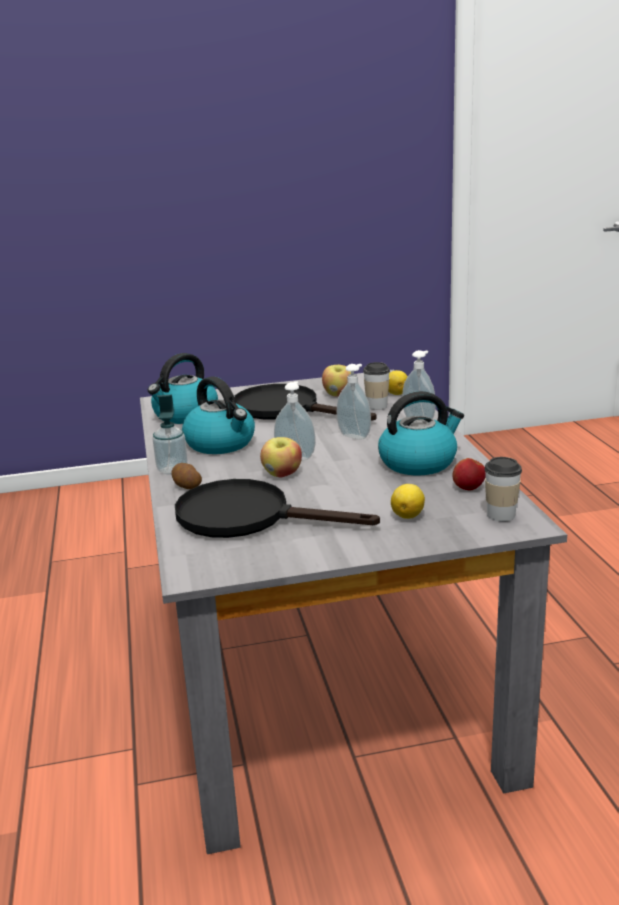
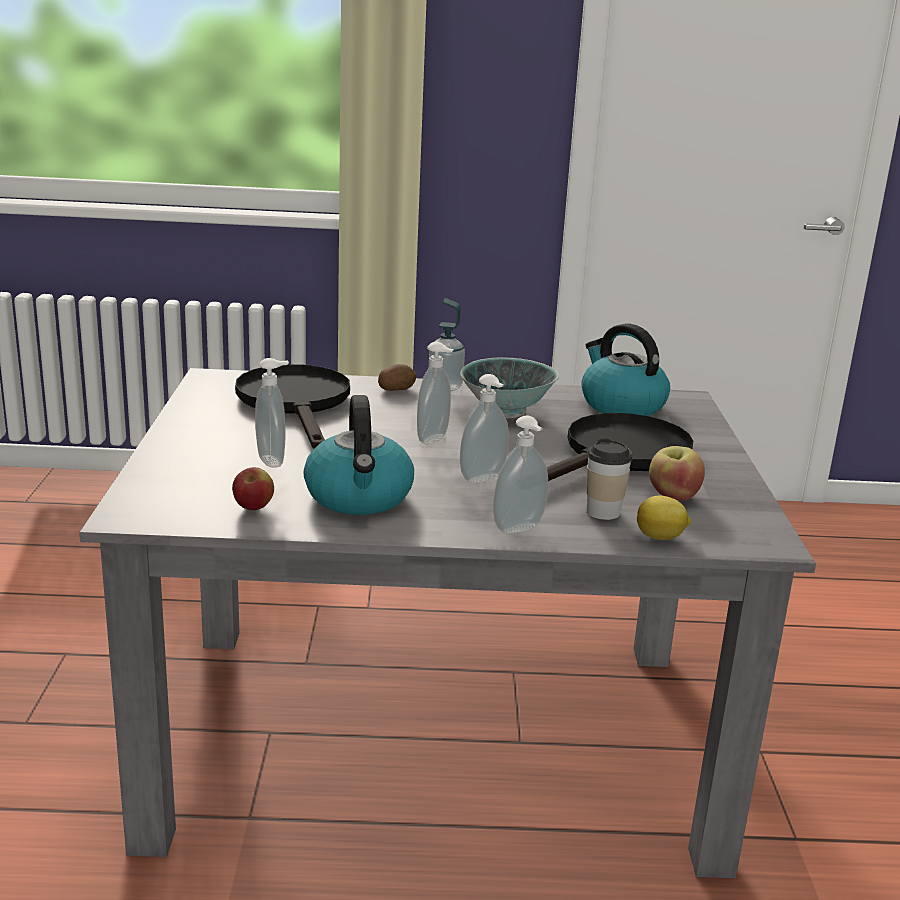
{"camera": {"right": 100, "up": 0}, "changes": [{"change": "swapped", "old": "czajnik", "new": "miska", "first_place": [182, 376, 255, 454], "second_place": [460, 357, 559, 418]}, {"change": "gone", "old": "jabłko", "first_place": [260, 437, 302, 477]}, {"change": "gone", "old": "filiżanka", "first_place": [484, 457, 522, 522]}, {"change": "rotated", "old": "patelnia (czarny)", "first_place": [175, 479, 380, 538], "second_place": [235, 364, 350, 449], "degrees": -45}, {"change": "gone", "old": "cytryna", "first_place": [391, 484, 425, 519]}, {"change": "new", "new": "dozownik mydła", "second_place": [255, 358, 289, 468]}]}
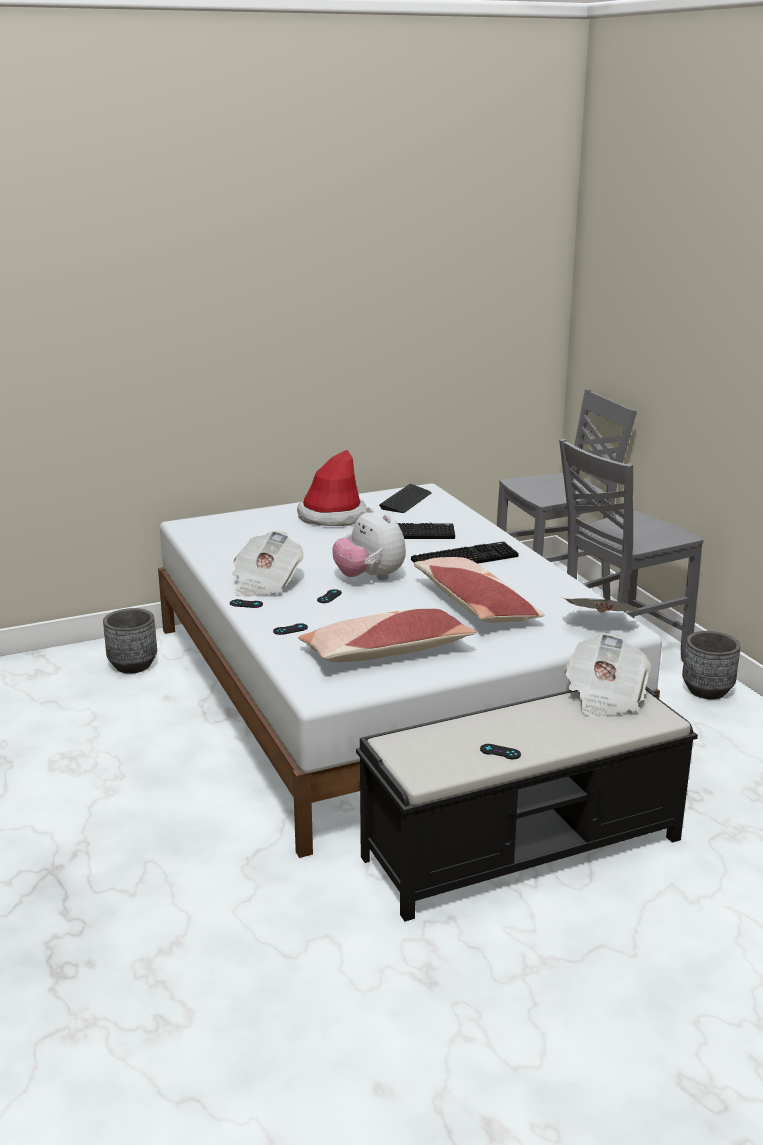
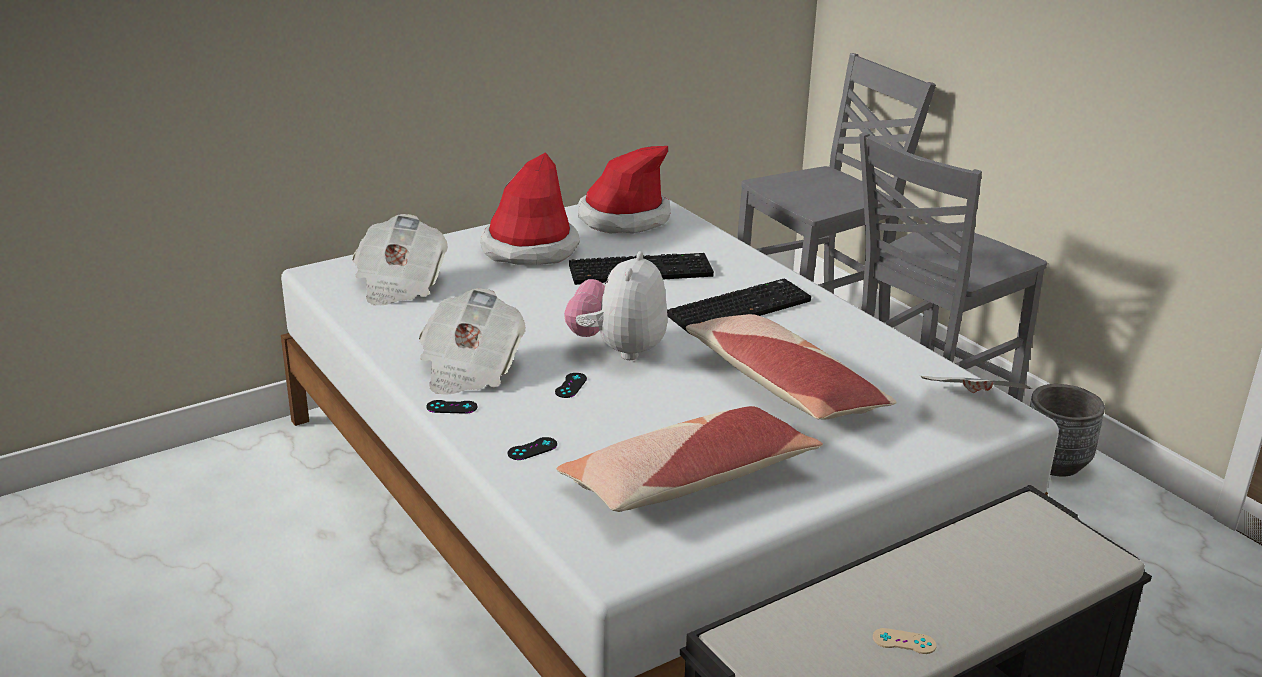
{"camera": {"right": -10, "up": 5}, "changes": [{"change": "swapped", "old": "klawiatura", "new": "kapelusz", "first_place": [379, 484, 431, 513], "second_place": [578, 146, 671, 233]}, {"change": "rotated", "old": "pluszak", "first_place": [332, 507, 406, 580], "second_place": [564, 251, 668, 360], "degrees": 60}, {"change": "gone", "old": "donica (szary)", "first_place": [103, 608, 157, 674]}, {"change": "shifted", "old": "gazeta", "first_place": [565, 633, 651, 717], "second_place": [353, 214, 448, 305]}, {"change": "repainted", "old": "pad do gier (czarny)", "new": "pad do gier (beżowy)", "first_place": [480, 744, 521, 759], "second_place": [873, 628, 937, 654]}]}
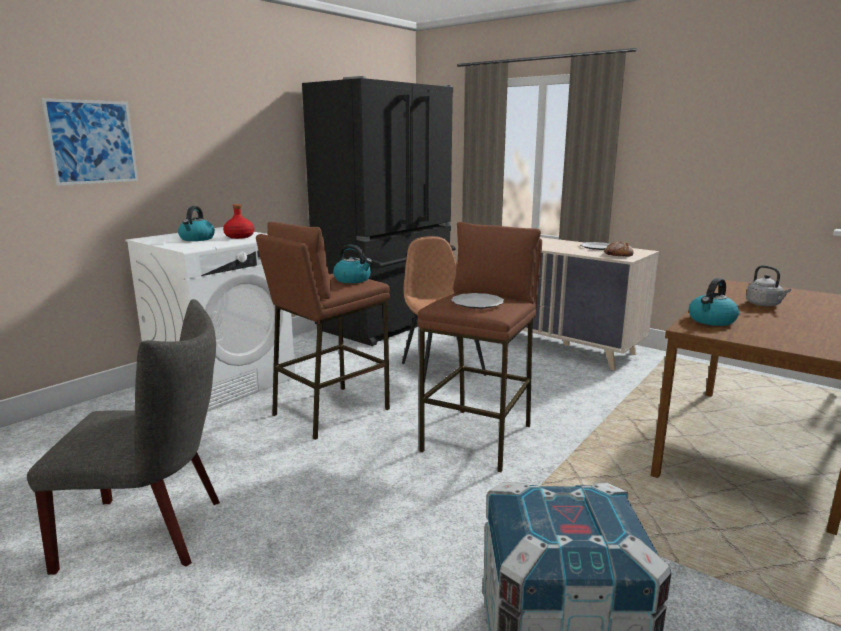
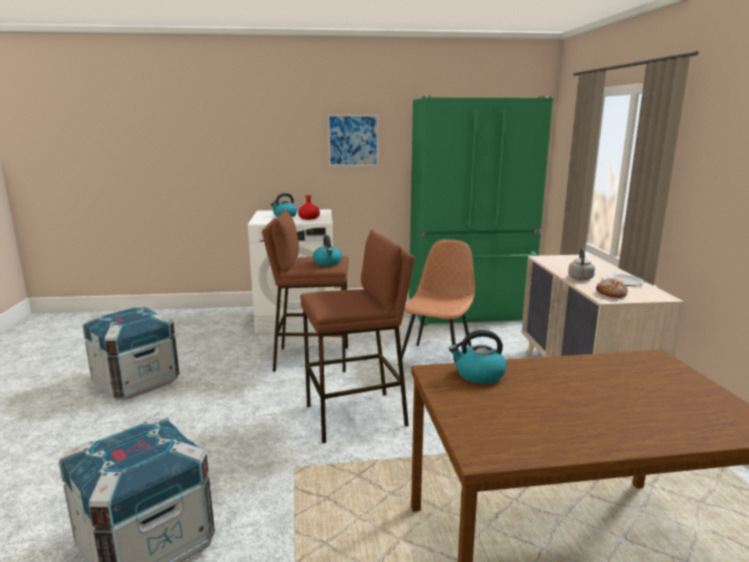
{"camera": {"right": 45, "up": 0}, "changes": [{"change": "repainted", "old": "lodówka (czarny)", "new": "lodówka (zielony)", "first_place": [302, 76, 456, 346], "second_place": [409, 96, 553, 326]}, {"change": "shifted", "old": "obraz", "first_place": [41, 98, 138, 186], "second_place": [328, 115, 378, 166]}, {"change": "shifted", "old": "czajnik (szary)", "first_place": [746, 265, 791, 306], "second_place": [568, 248, 595, 280]}, {"change": "gone", "old": "talerz", "first_place": [451, 293, 504, 309]}, {"change": "swapped", "old": "krzesło (szary)", "new": "skrzynka", "first_place": [27, 299, 220, 575], "second_place": [82, 307, 180, 400]}]}
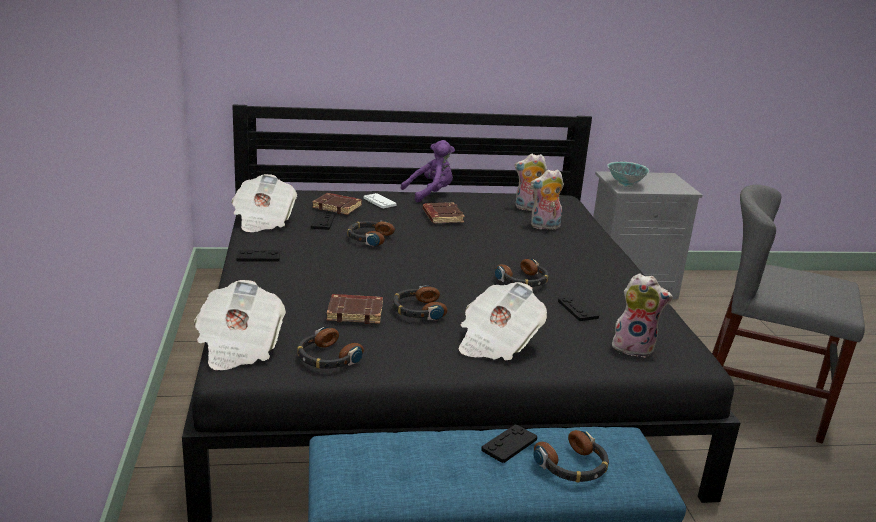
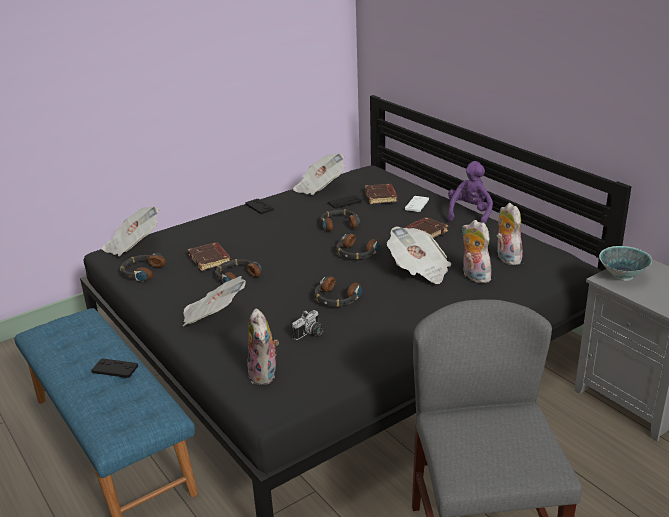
{"camera": {"right": 65, "up": 5}, "changes": [{"change": "rotated", "old": "pluszak (fioletowy)", "first_place": [401, 140, 455, 202], "second_place": [448, 161, 493, 224], "degrees": -105}, {"change": "swapped", "old": "pad do gier (czarny)", "new": "aparat fotograficzny", "first_place": [558, 296, 599, 321], "second_place": [292, 310, 324, 340]}, {"change": "shifted", "old": "słuchawki", "first_place": [533, 430, 609, 482], "second_place": [336, 234, 380, 259]}, {"change": "new", "new": "gazeta", "second_place": [387, 226, 451, 284]}]}
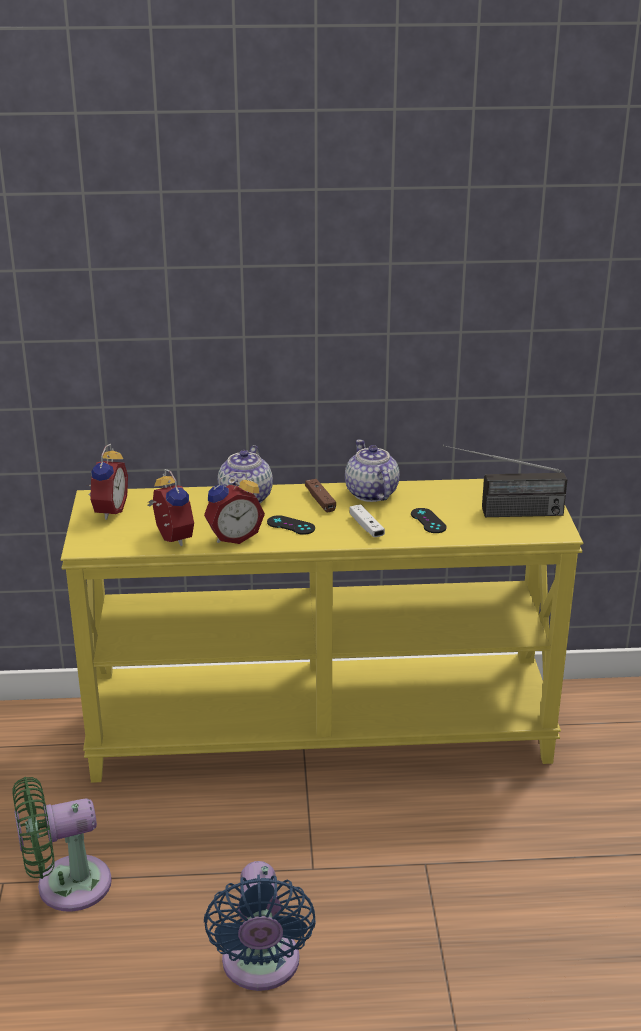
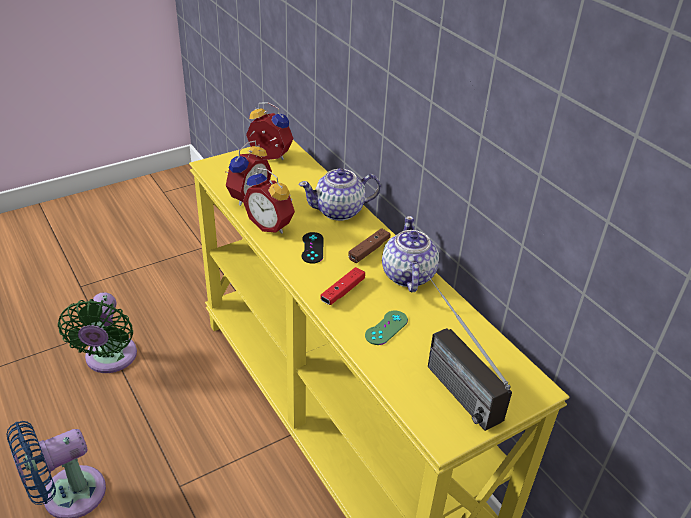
{"camera": {"right": 60, "up": 10}, "changes": [{"change": "rotated", "old": "imbryk", "first_place": [345, 440, 400, 502], "second_place": [382, 216, 439, 292], "degrees": -45}, {"change": "rotated", "old": "budzik", "first_place": [88, 444, 128, 520], "second_place": [246, 102, 294, 160], "degrees": -135}, {"change": "repainted", "old": "pad do gier (biały)", "new": "pad do gier (czerwony)", "first_place": [349, 504, 385, 537], "second_place": [320, 267, 365, 305]}, {"change": "repainted", "old": "pad do gier (czarny)", "new": "pad do gier (zielony)", "first_place": [411, 508, 447, 533], "second_place": [365, 310, 408, 345]}, {"change": "rotated", "old": "wentylator (zielony)", "first_place": [12, 777, 112, 912], "second_place": [58, 292, 137, 373], "degrees": -135}]}
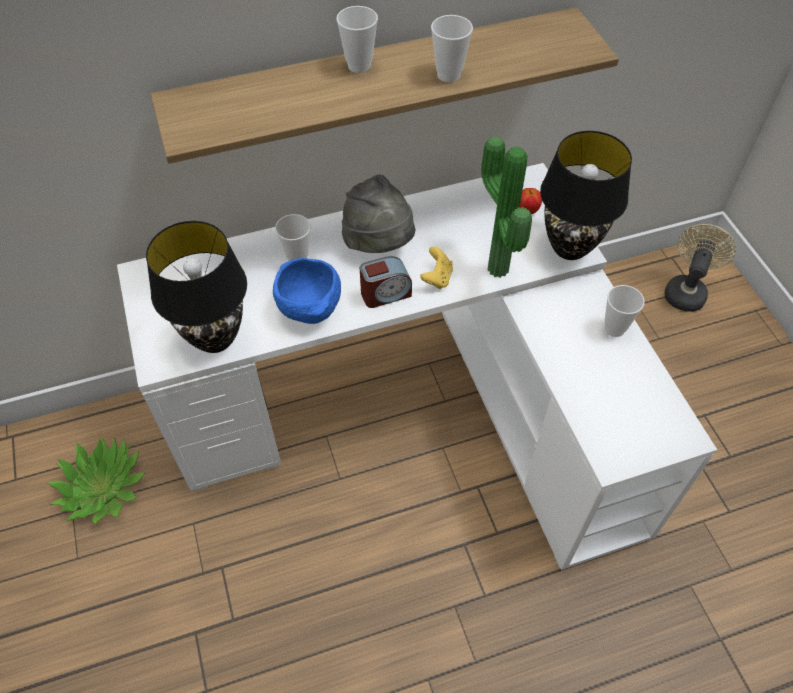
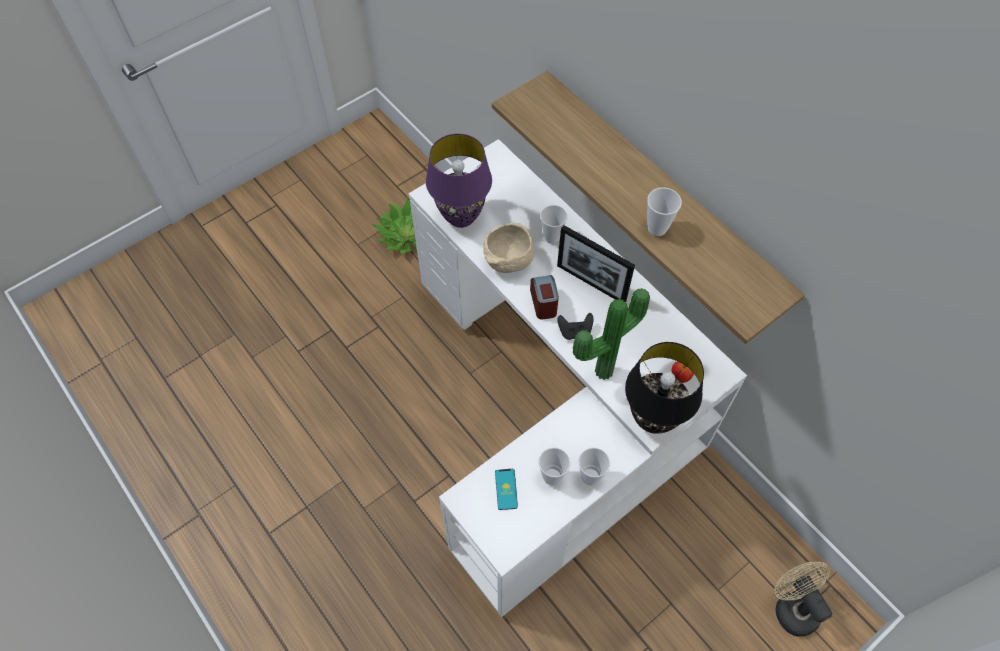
{"camera": {"right": 70, "up": 5}, "changes": [{"change": "shifted", "old": "filiżanka", "first_place": [336, 6, 378, 73], "second_place": [539, 447, 570, 486]}, {"change": "swapped", "old": "kapelusz (szary)", "new": "ramka na zdjęcie", "first_place": [342, 174, 416, 253], "second_place": [557, 225, 635, 302]}, {"change": "repainted", "old": "lampa stołowa (czarny)", "new": "lampa stołowa (fioletowy)", "first_place": [146, 221, 247, 353], "second_place": [426, 133, 492, 228]}, {"change": "rotated", "old": "wentylator (beżowy)", "first_place": [664, 224, 736, 312], "second_place": [774, 562, 833, 637], "degrees": -120}, {"change": "repainted", "old": "pad do gier (żółty)", "new": "pad do gier (czarny)", "first_place": [420, 247, 453, 289], "second_place": [557, 313, 594, 340]}, {"change": "rotated", "old": "budzik", "first_place": [360, 256, 412, 308], "second_place": [530, 275, 559, 320], "degrees": -150}, {"change": "repainted", "old": "miska (niebieski)", "new": "miska (beżowy)", "first_place": [273, 258, 341, 324], "second_place": [483, 223, 534, 273]}, {"change": "new", "new": "telefon", "second_place": [495, 469, 518, 510]}]}
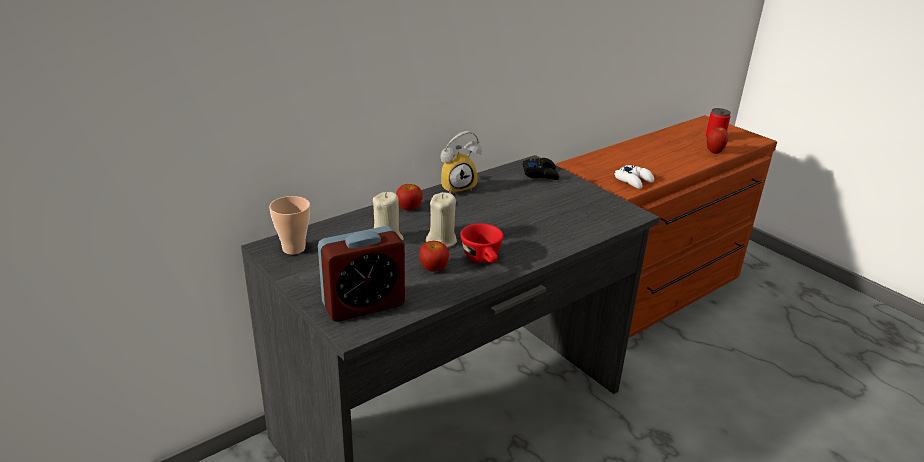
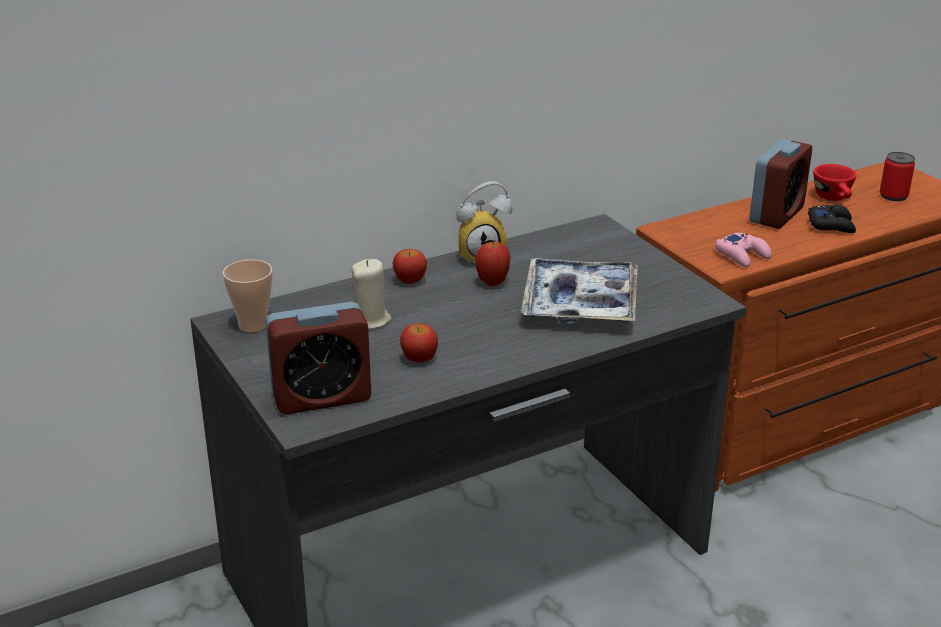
{"camera": {"right": 10, "up": 0}, "changes": [{"change": "shifted", "old": "jabłko", "first_place": [707, 126, 728, 154], "second_place": [475, 240, 511, 286]}, {"change": "shifted", "old": "pad do gier (czarny)", "first_place": [523, 158, 559, 180], "second_place": [808, 205, 856, 233]}, {"change": "repainted", "old": "pad do gier (biały)", "new": "pad do gier (różowy)", "first_place": [614, 165, 654, 189], "second_place": [715, 233, 772, 267]}, {"change": "gone", "old": "świeca (beżowy)", "first_place": [426, 192, 457, 248]}, {"change": "shifted", "old": "filiżanka (czerwony)", "first_place": [460, 223, 503, 263], "second_place": [813, 164, 857, 201]}, {"change": "new", "new": "budzik", "second_place": [749, 139, 812, 229]}, {"change": "new", "new": "taca", "second_place": [521, 258, 638, 324]}]}
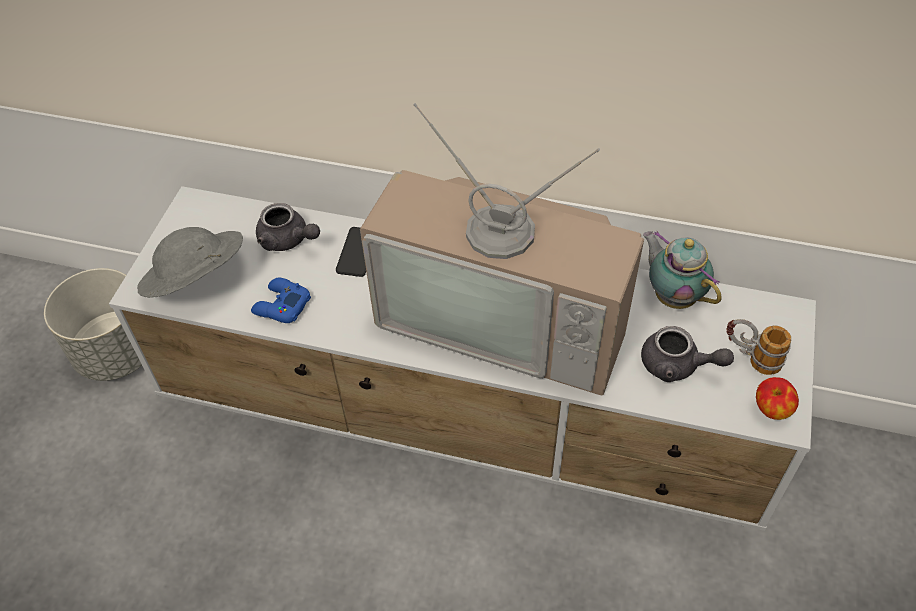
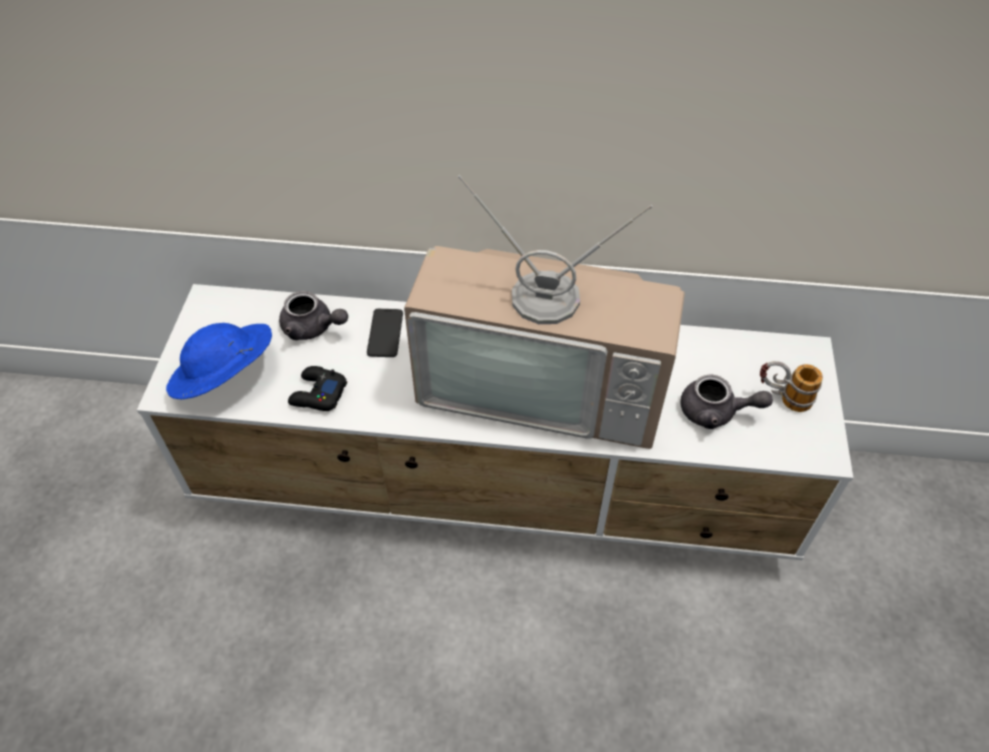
{"camera": {"right": -10, "up": 0}, "changes": [{"change": "repainted", "old": "kapelusz (szary)", "new": "kapelusz (niebieski)", "first_place": [137, 227, 243, 298], "second_place": [166, 323, 272, 400]}, {"change": "gone", "old": "imbryk", "first_place": [643, 231, 722, 309]}, {"change": "gone", "old": "donica (szary)", "first_place": [44, 268, 142, 381]}, {"change": "repainted", "old": "pad do gier (niebieski)", "new": "pad do gier (czarny)", "first_place": [251, 278, 311, 323], "second_place": [288, 366, 347, 411]}, {"change": "gone", "old": "jabłko", "first_place": [756, 377, 799, 420]}]}
